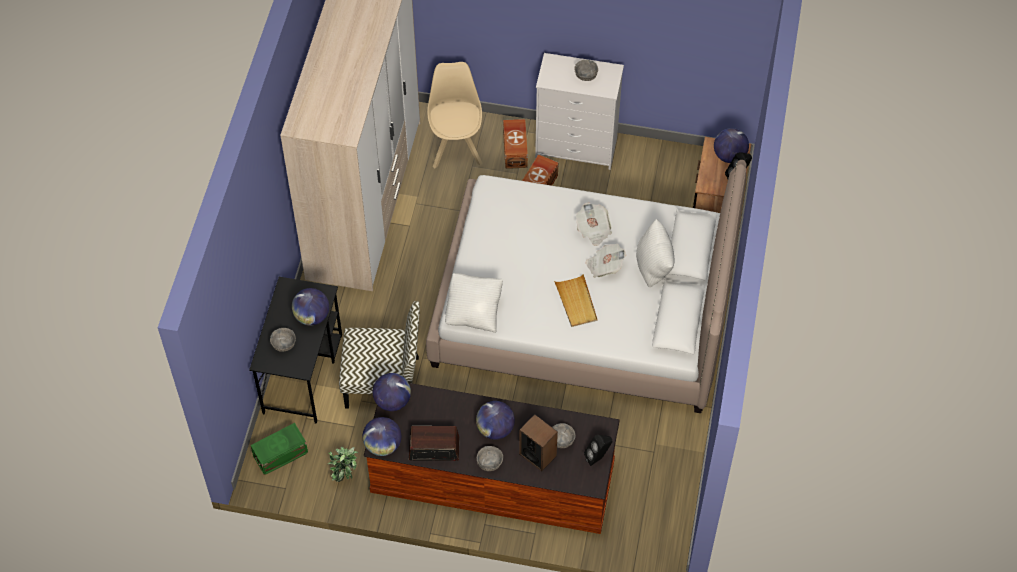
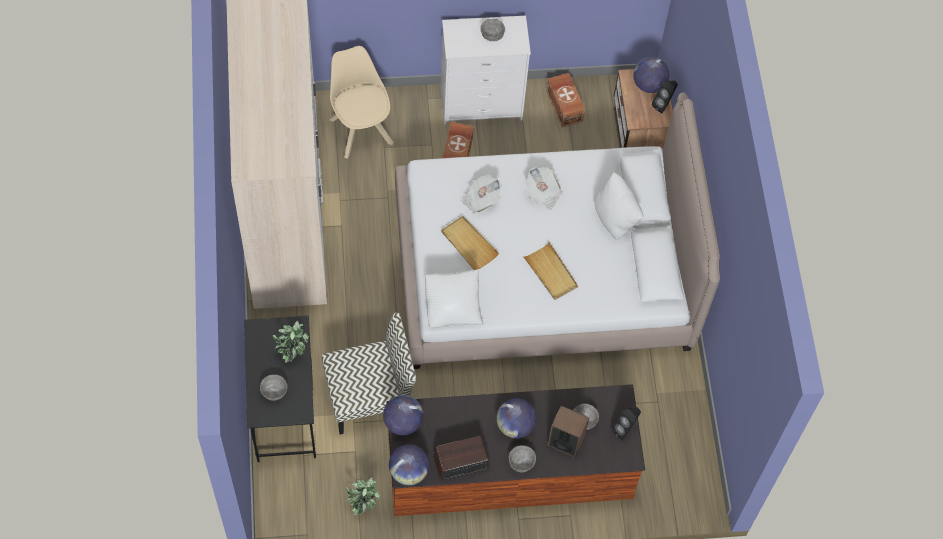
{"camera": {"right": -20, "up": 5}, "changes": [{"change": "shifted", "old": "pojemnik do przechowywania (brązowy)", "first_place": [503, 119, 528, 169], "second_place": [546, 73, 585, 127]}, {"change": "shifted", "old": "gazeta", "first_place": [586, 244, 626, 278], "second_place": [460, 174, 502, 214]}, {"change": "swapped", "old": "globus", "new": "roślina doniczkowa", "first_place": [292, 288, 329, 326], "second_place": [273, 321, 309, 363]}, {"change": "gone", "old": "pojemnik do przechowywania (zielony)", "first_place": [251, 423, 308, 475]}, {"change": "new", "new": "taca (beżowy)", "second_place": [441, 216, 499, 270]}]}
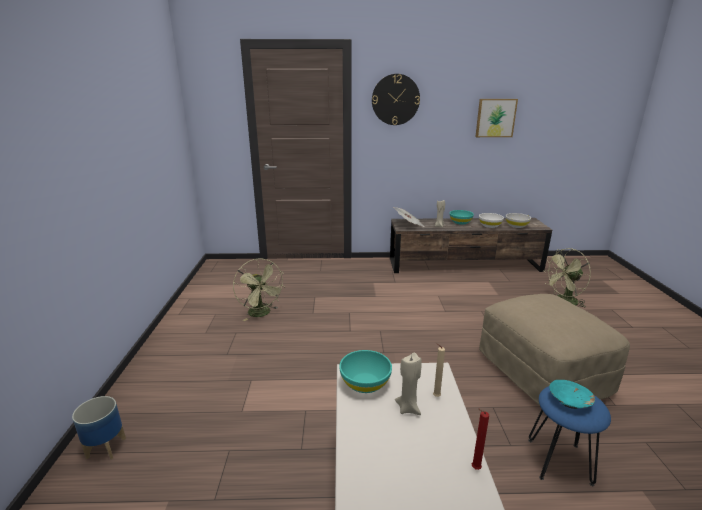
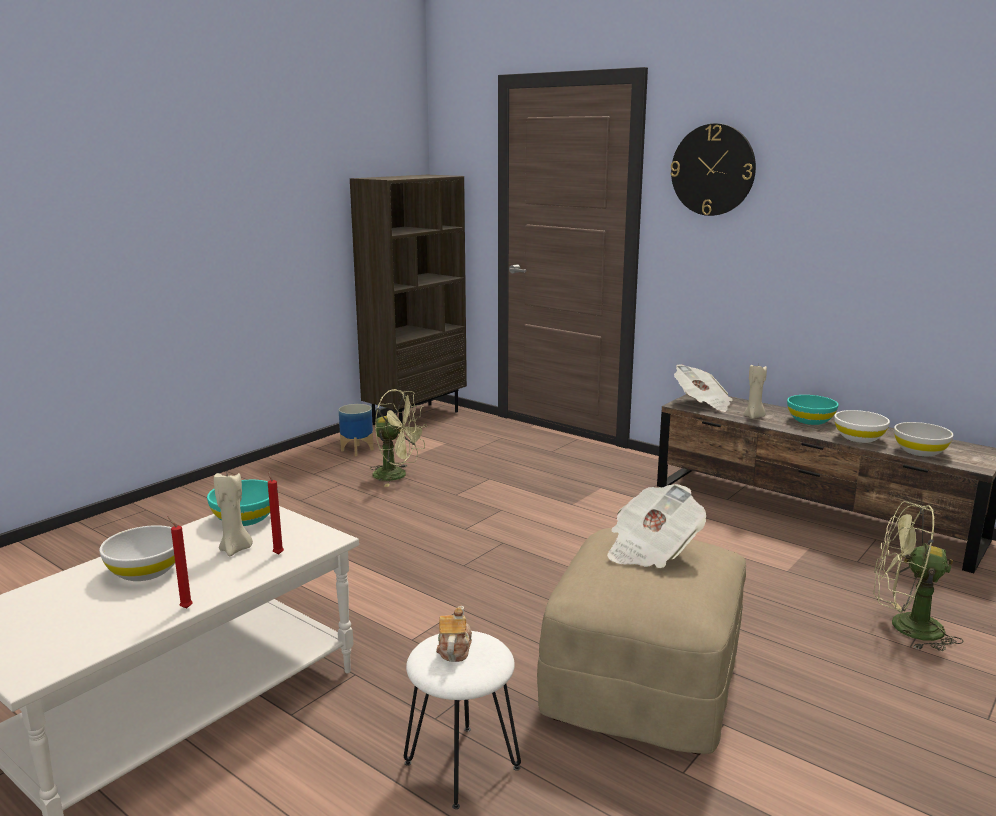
{"camera": {"right": 40, "up": -5}, "changes": [{"change": "gone", "old": "obraz", "first_place": [475, 99, 518, 137]}, {"change": "rotated", "old": "wentylator (zielony)", "first_place": [233, 259, 285, 321], "second_place": [370, 389, 427, 487], "degrees": -75}, {"change": "repainted", "old": "świeca (beżowy)", "new": "świeca (czerwony)", "first_place": [433, 342, 445, 397], "second_place": [268, 470, 284, 555]}, {"change": "swapped", "old": "miska (turkusowy)", "new": "imbryk", "first_place": [549, 380, 595, 409], "second_place": [436, 606, 472, 662]}, {"change": "repainted", "old": "stołek (niebieski)", "new": "stołek (biały)", "first_place": [528, 386, 611, 486], "second_place": [404, 631, 521, 809]}, {"change": "shifted", "old": "donica", "first_place": [72, 396, 126, 459], "second_place": [339, 404, 374, 456]}, {"change": "new", "new": "regał (brązowy)", "second_place": [350, 175, 467, 429]}, {"change": "new", "new": "gazeta", "second_place": [607, 484, 706, 568]}, {"change": "new", "new": "miska (biały)", "second_place": [99, 525, 175, 581]}]}
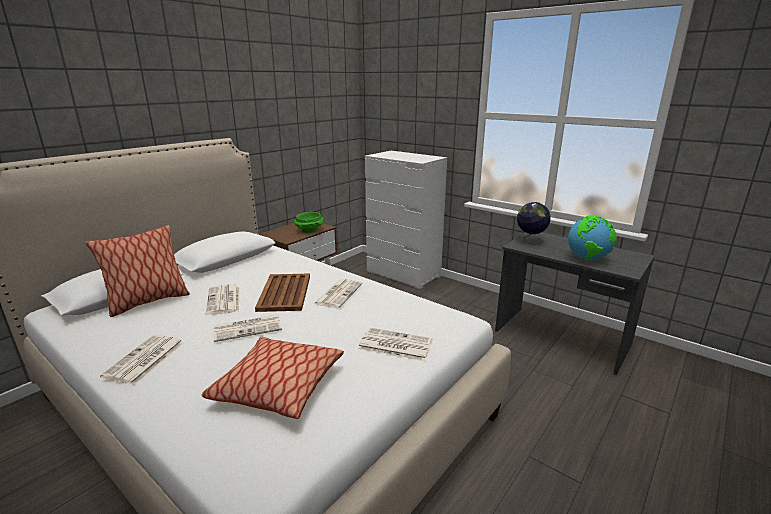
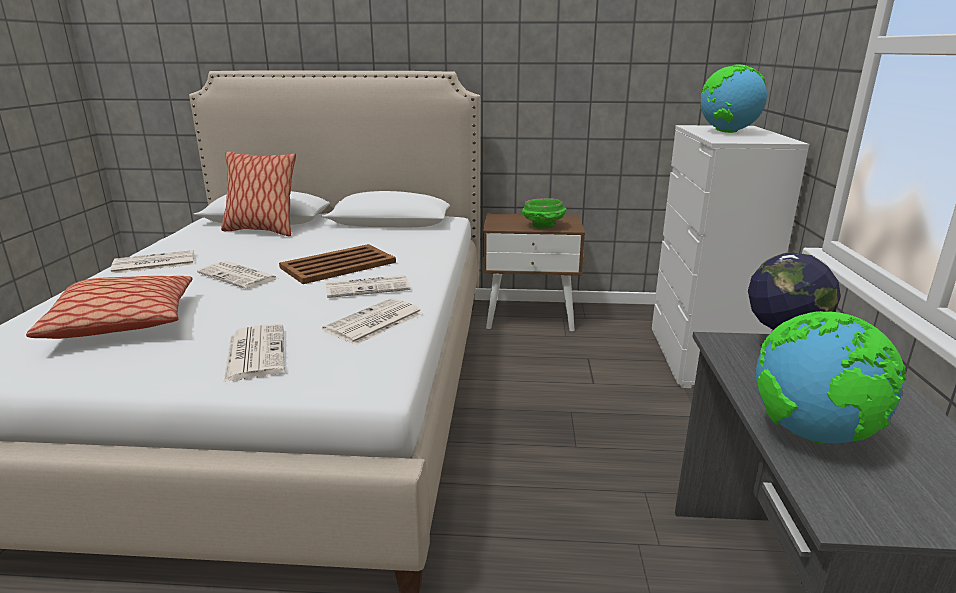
{"camera": {"right": 55, "up": 0}, "changes": [{"change": "shifted", "old": "gazeta", "first_place": [206, 284, 239, 315], "second_place": [322, 298, 423, 345]}, {"change": "new", "new": "globus", "second_place": [700, 64, 767, 133]}]}
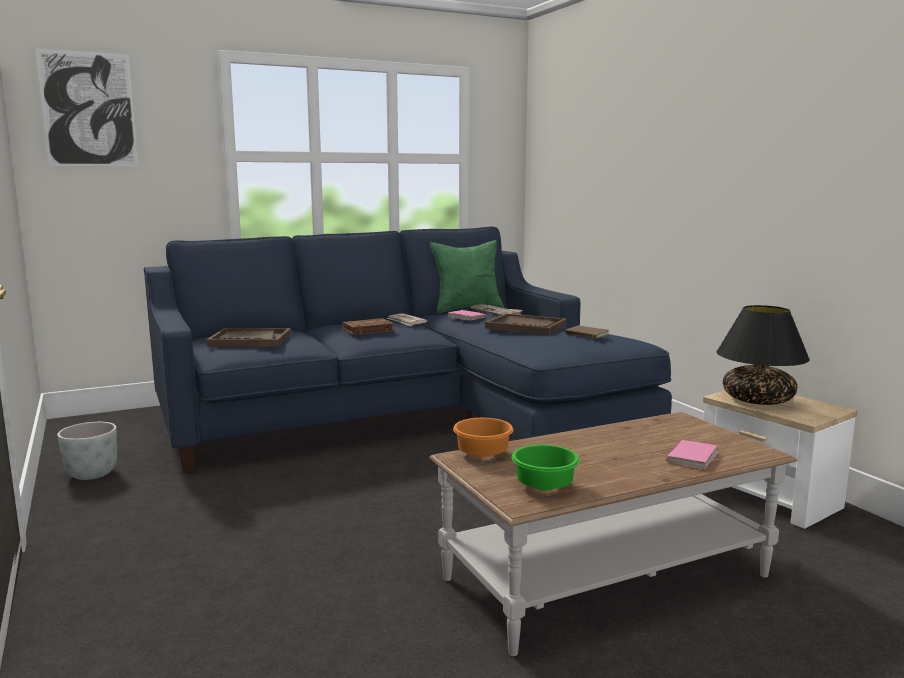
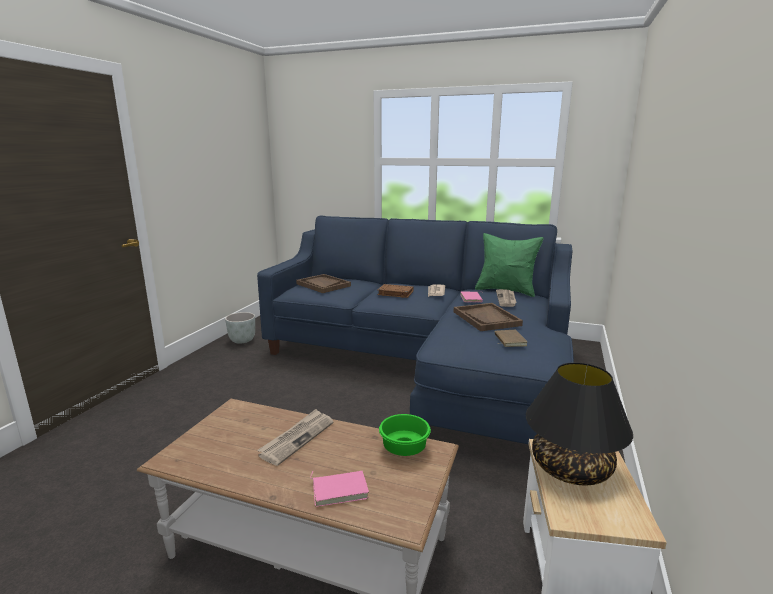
{"camera": {"right": 45, "up": 5}, "changes": [{"change": "gone", "old": "obraz", "first_place": [35, 49, 138, 166]}, {"change": "gone", "old": "miska (pomarańczowy)", "first_place": [453, 418, 513, 457]}, {"change": "shifted", "old": "miska (zielony)", "first_place": [512, 445, 580, 490], "second_place": [379, 414, 431, 456]}, {"change": "new", "new": "gazeta", "second_place": [257, 409, 333, 466]}]}
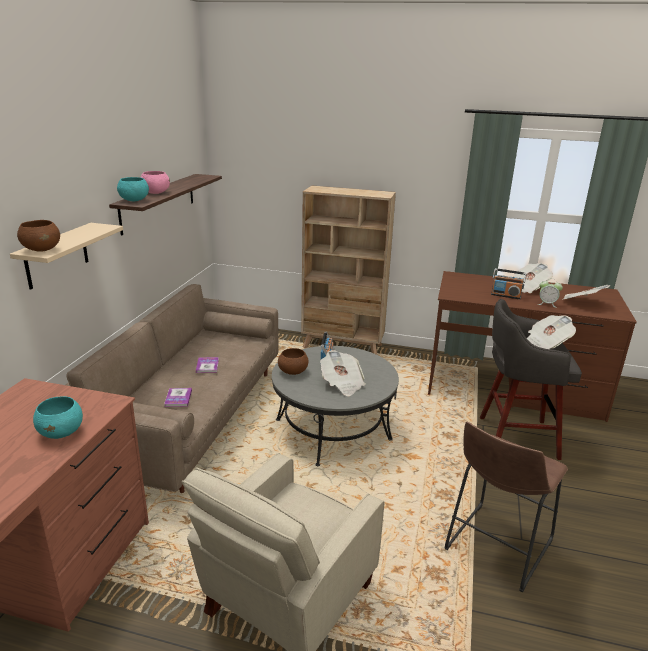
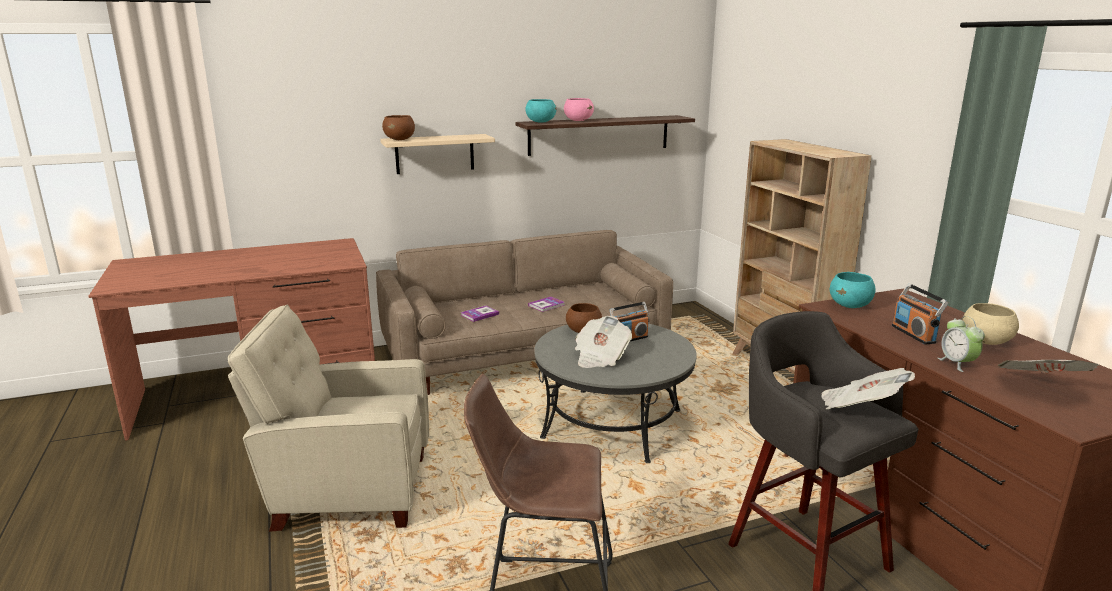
{"camera": {"right": 55, "up": -5}, "changes": [{"change": "swapped", "old": "gazeta", "new": "miska (beżowy)", "first_place": [514, 263, 553, 293], "second_place": [963, 303, 1019, 345]}, {"change": "shifted", "old": "miska (turkusowy)", "first_place": [33, 396, 83, 439], "second_place": [830, 272, 875, 308]}]}
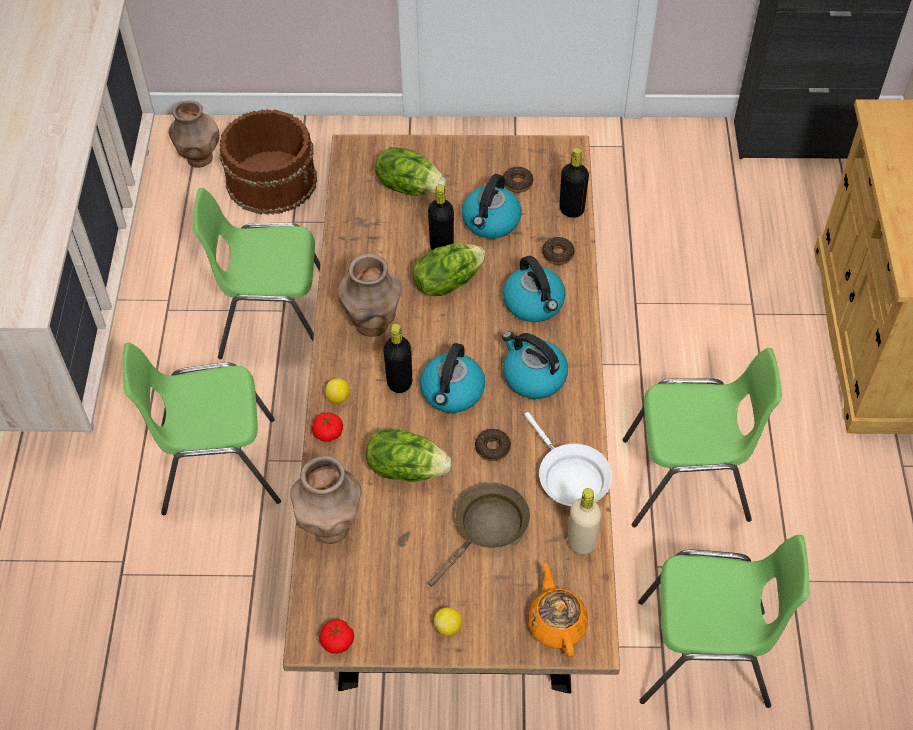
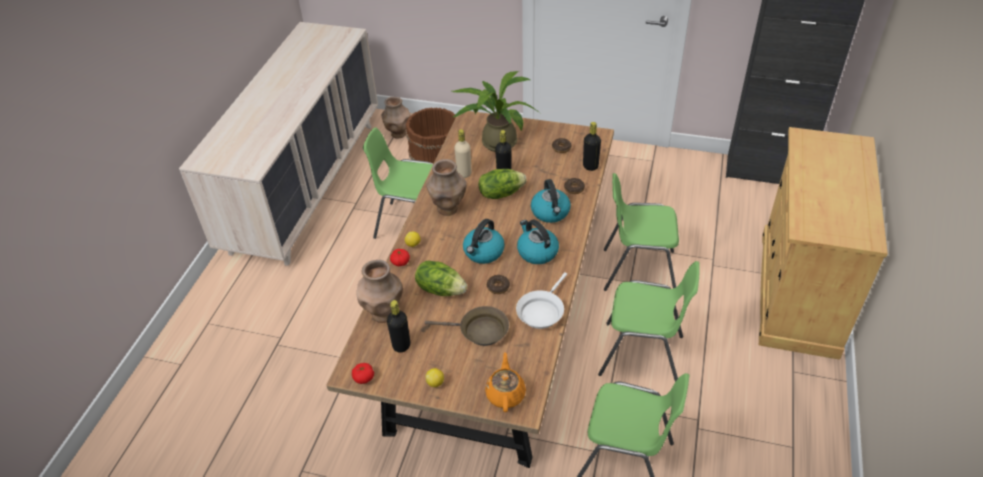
{"camera": {"right": 15, "up": -10}, "changes": [{"change": "swapped", "old": "sałata", "new": "roślina doniczkowa", "first_place": [375, 147, 446, 196], "second_place": [452, 71, 540, 152]}, {"change": "gone", "old": "czajnik", "first_place": [462, 174, 521, 239]}, {"change": "shifted", "old": "butelka (czarny)", "first_place": [383, 324, 412, 393], "second_place": [387, 300, 410, 353]}, {"change": "shifted", "old": "krzesło (zielony)", "first_place": [123, 343, 281, 515], "second_place": [604, 173, 679, 291]}, {"change": "rotated", "old": "patelnia (biały)", "first_place": [524, 412, 612, 506], "second_place": [516, 272, 567, 329], "degrees": 45}, {"change": "rotated", "old": "patelnia (brązowy)", "first_place": [428, 483, 530, 587], "second_place": [425, 306, 509, 346], "degrees": 45}, {"change": "shifted", "old": "butelka (beżowy)", "first_place": [568, 488, 601, 555], "second_place": [454, 129, 472, 178]}]}
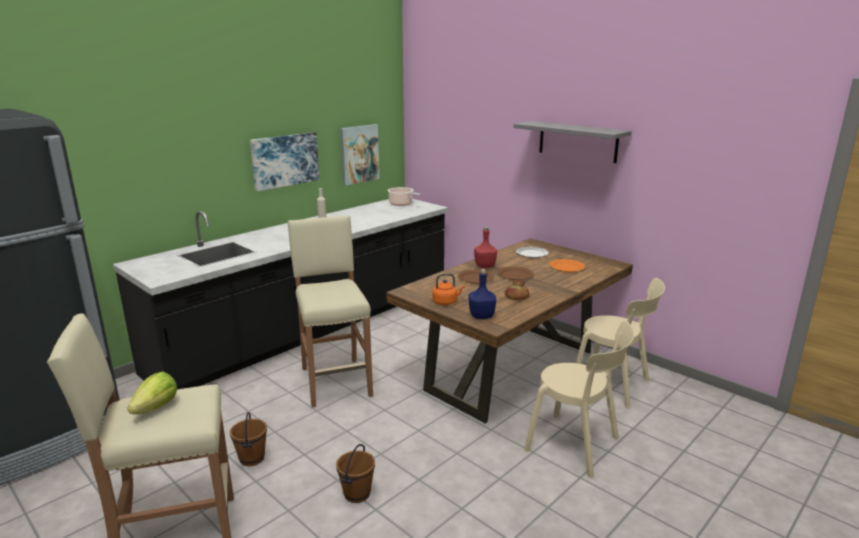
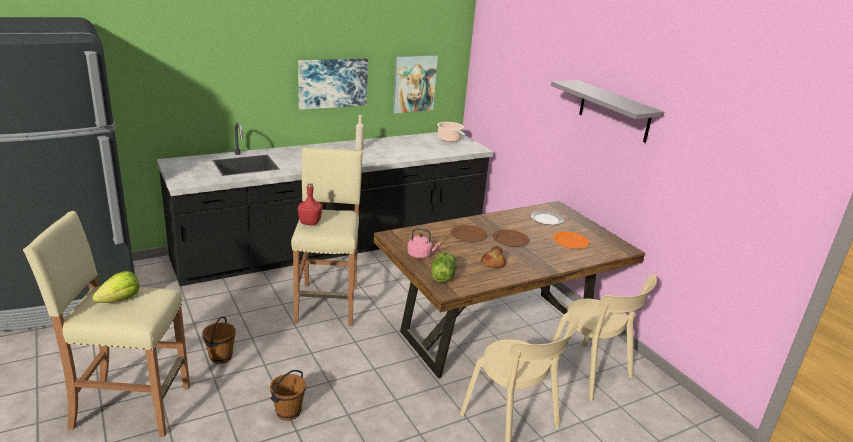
{"camera": {"right": 15, "up": 5}, "changes": [{"change": "shifted", "old": "butelka (czerwony)", "first_place": [474, 227, 497, 268], "second_place": [298, 183, 322, 225]}, {"change": "swapped", "old": "butelka (niebieski)", "new": "sałata", "first_place": [468, 269, 496, 319], "second_place": [431, 252, 457, 283]}, {"change": "repainted", "old": "czajnik (pomarańczowy)", "new": "czajnik (różowy)", "first_place": [432, 273, 465, 305], "second_place": [407, 228, 440, 259]}]}
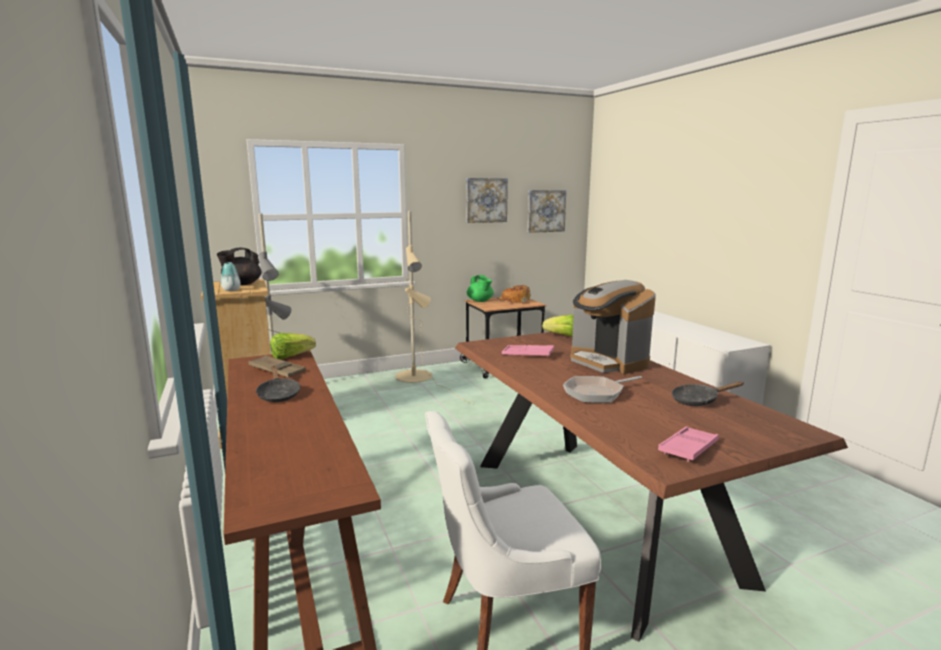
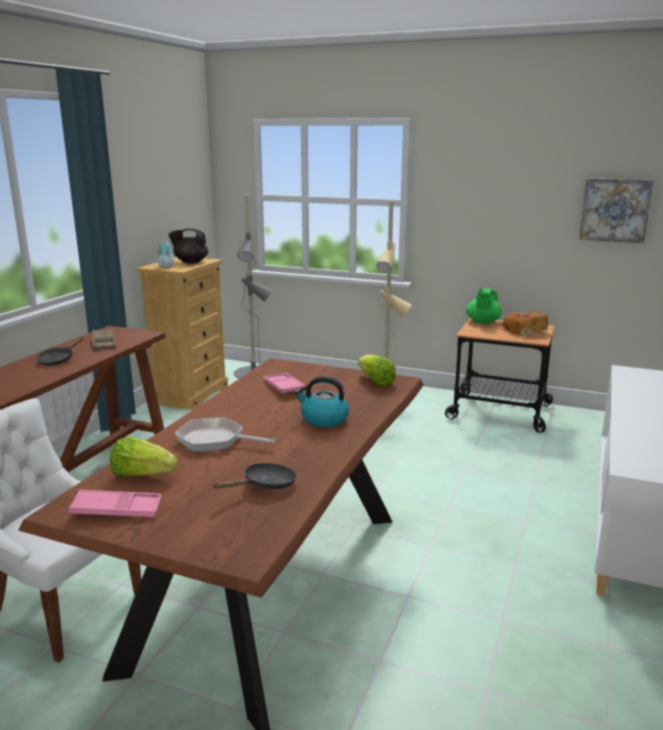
{"camera": {"right": 45, "up": 5}, "changes": [{"change": "gone", "old": "obraz", "first_place": [466, 178, 508, 223]}, {"change": "swapped", "old": "ekspres do kawy", "new": "czajnik", "first_place": [570, 280, 656, 374], "second_place": [294, 376, 349, 427]}, {"change": "shifted", "old": "sałata", "first_place": [270, 333, 316, 359], "second_place": [110, 436, 178, 477]}, {"change": "rotated", "old": "patelnia (czarny)", "first_place": [672, 381, 743, 406], "second_place": [212, 463, 297, 490], "degrees": 105}]}
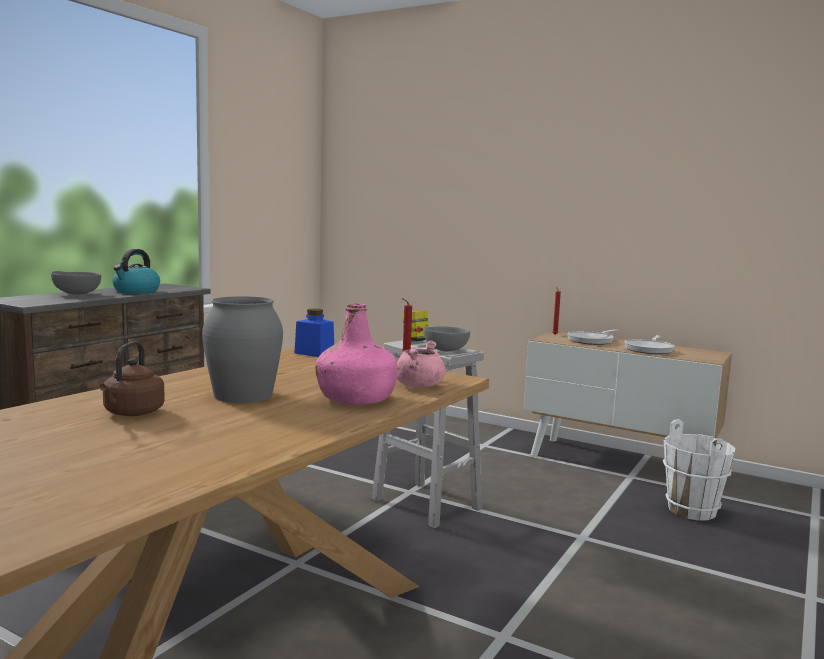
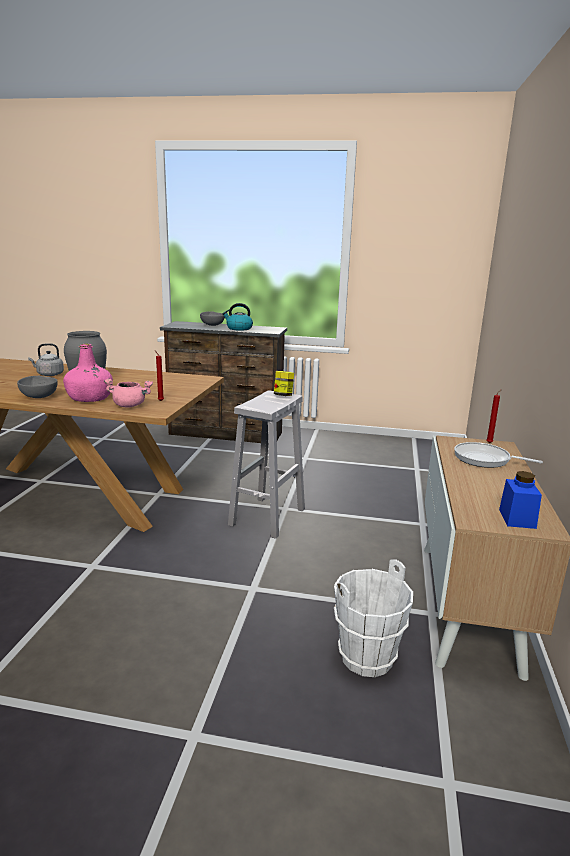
{"camera": {"right": 70, "up": 10}, "changes": [{"change": "shifted", "old": "słoik (niebieski)", "first_place": [294, 309, 334, 357], "second_place": [499, 471, 542, 529]}, {"change": "shifted", "old": "miska (szary)", "first_place": [423, 326, 470, 351], "second_place": [17, 376, 58, 398]}, {"change": "gone", "old": "patelnia", "first_place": [624, 335, 674, 354]}, {"change": "repainted", "old": "czajnik (brązowy)", "new": "czajnik (szary)", "first_place": [99, 341, 165, 416], "second_place": [28, 343, 64, 376]}]}
